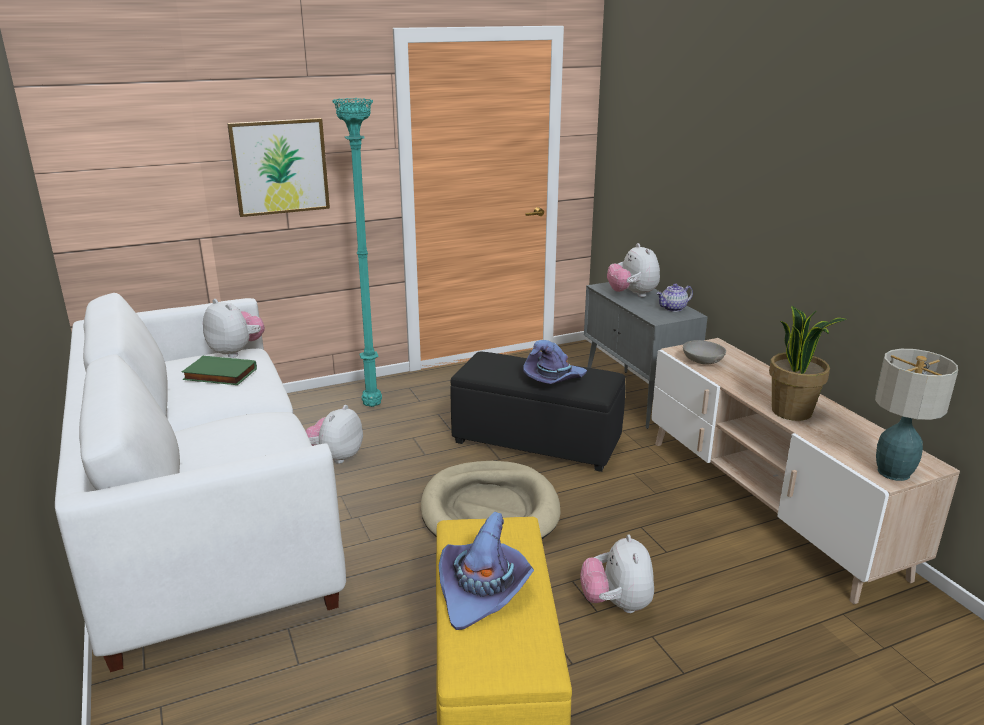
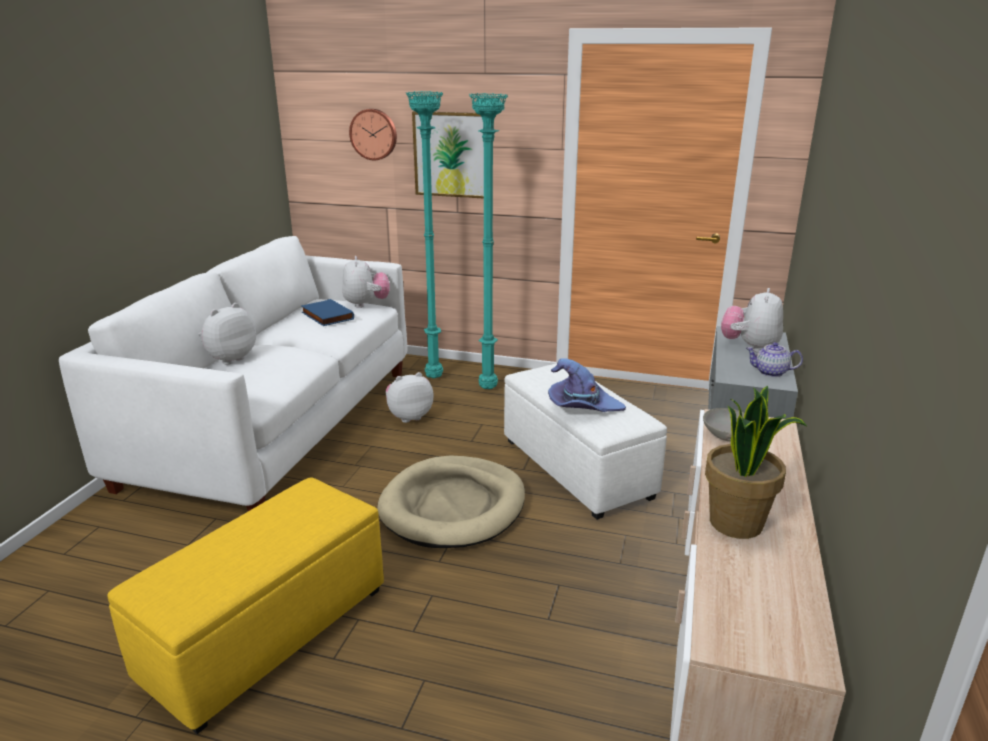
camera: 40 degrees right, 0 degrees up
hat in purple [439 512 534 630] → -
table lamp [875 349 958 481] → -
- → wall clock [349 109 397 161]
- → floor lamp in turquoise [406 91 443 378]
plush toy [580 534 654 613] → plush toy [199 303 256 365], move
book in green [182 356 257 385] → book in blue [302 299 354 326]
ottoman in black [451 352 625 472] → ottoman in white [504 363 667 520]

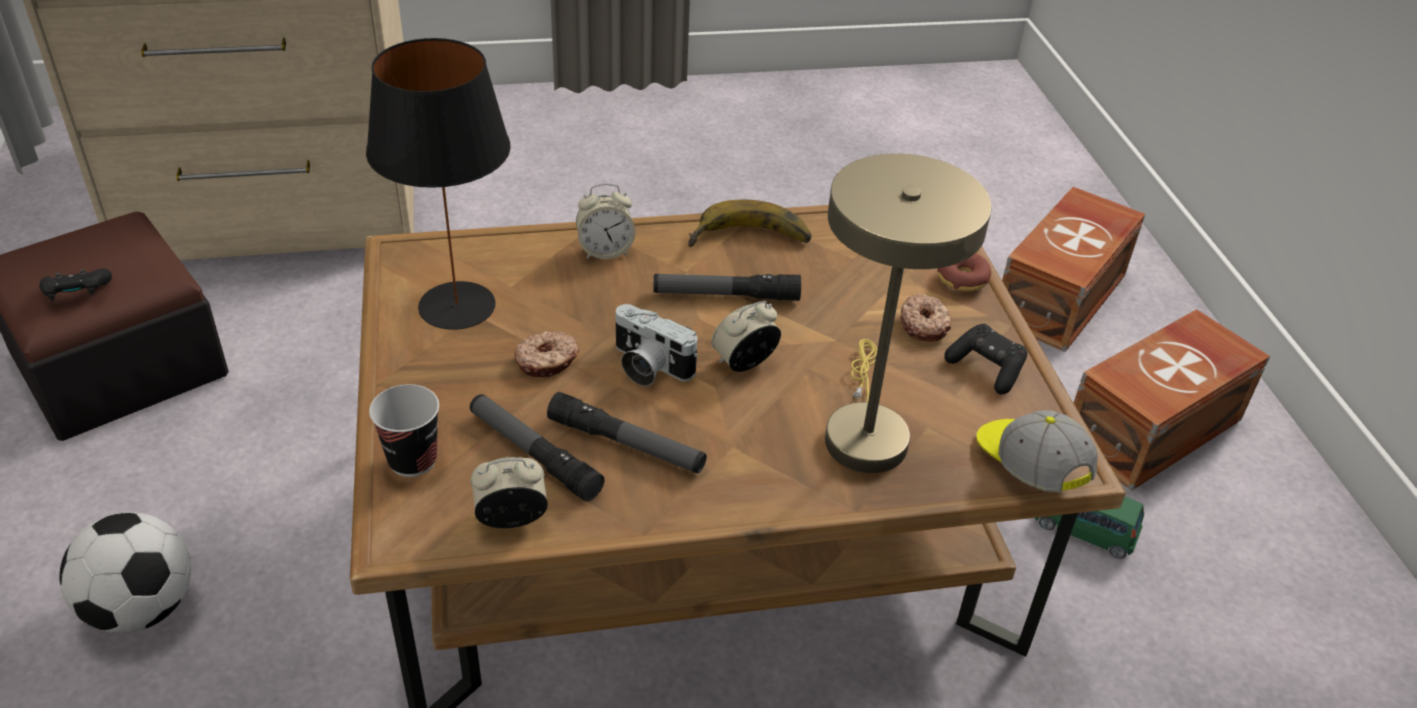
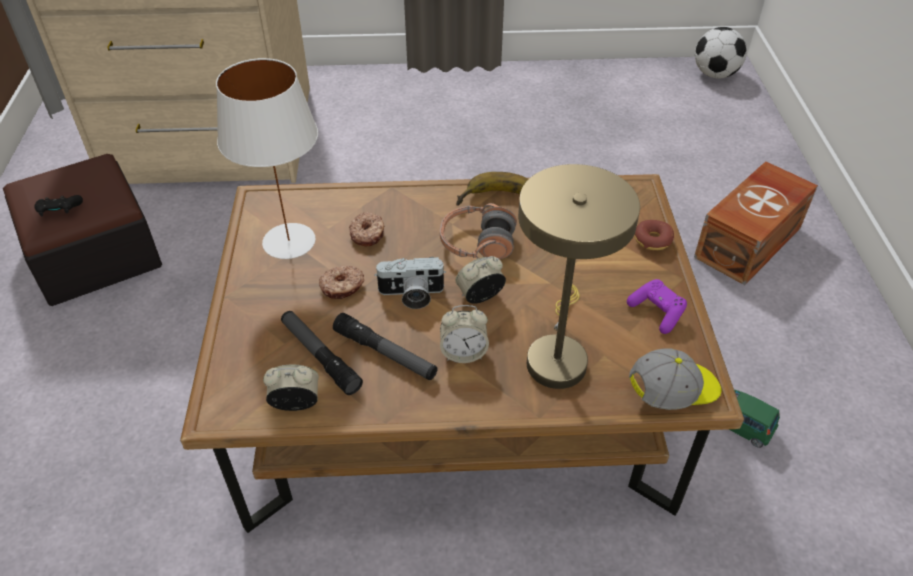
camera: 10 degrees right, 5 degrees up
cup [369 384 439 477] → -
storage box in brown [1074 309 1270 491] → -
football [59 512 191 633] → football [695 27 747 78], move
alarm clock [576 183 636 259] → alarm clock [440 305 489 363], move
donut [900 294 951 342] → donut [349 212 385 246], move
flashlight [653 274 801 301] → headphones [440 203 517 259]
table lamp in black [366 38 511 330] → table lamp in white [216 58 318 259]
game controller in black [944 324 1027 394] → game controller in purple [627 279 687 334]
photo camera [615 304 698 386] → photo camera [374 257 446 309], 45 degrees counterclockwise
cap [976 410 1098 492] → cap [629 348 721 410], 90 degrees clockwise

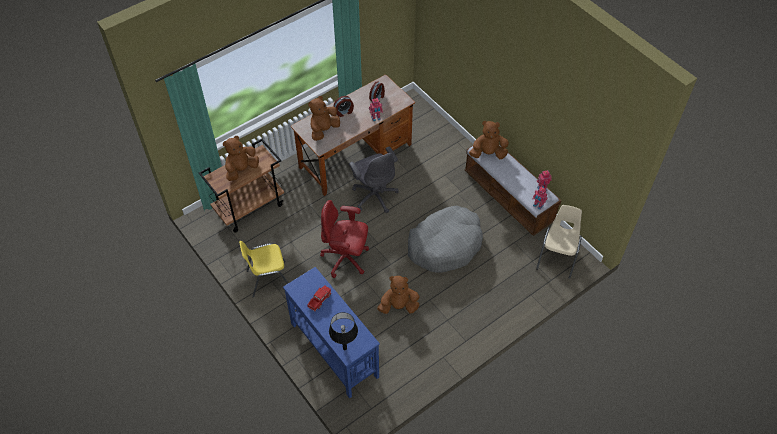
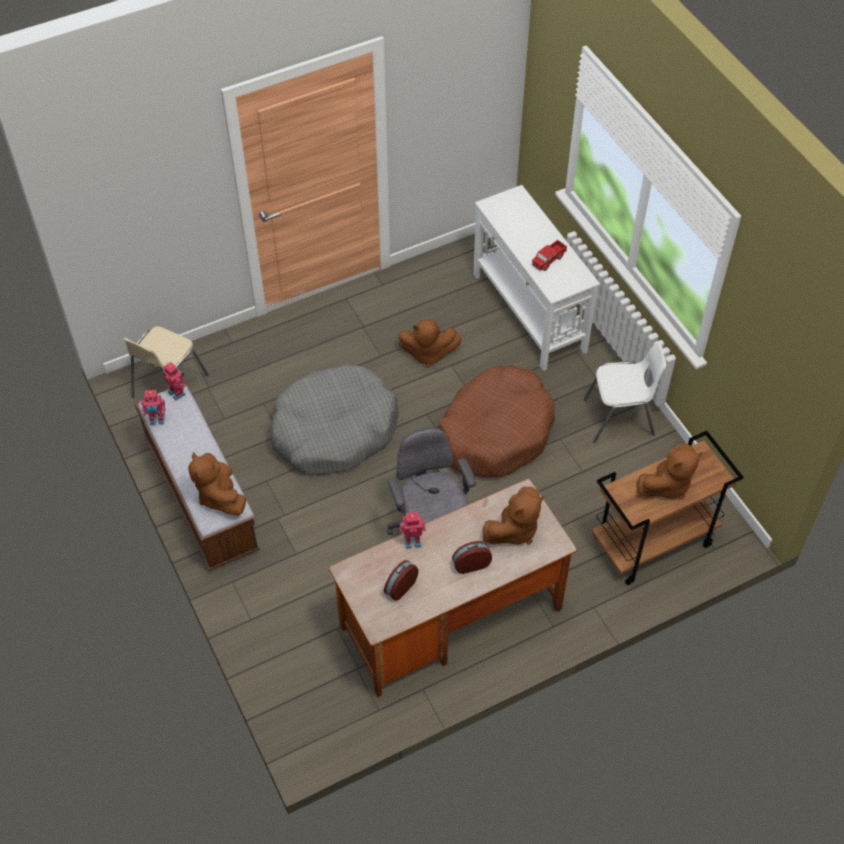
camera: 170 degrees left, 0 degrees up
table lamp in black [329 312 358 350] → -
office chair in red [320 200 369 278] → dog bed in brown [438 365 555 478]
chair in yellow [239 241 288 298] → chair in white [584 342 666 443]
console table in blue [283 267 380 398] → console table in white [473 185 600 371]
plush toy in brown [469 121 509 159] → plush toy in brown [188 452 246 516], 60 degrees clockwise

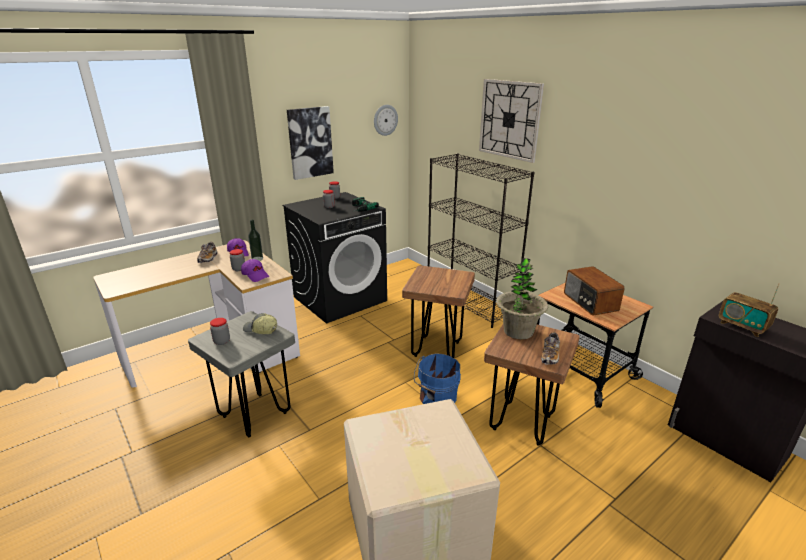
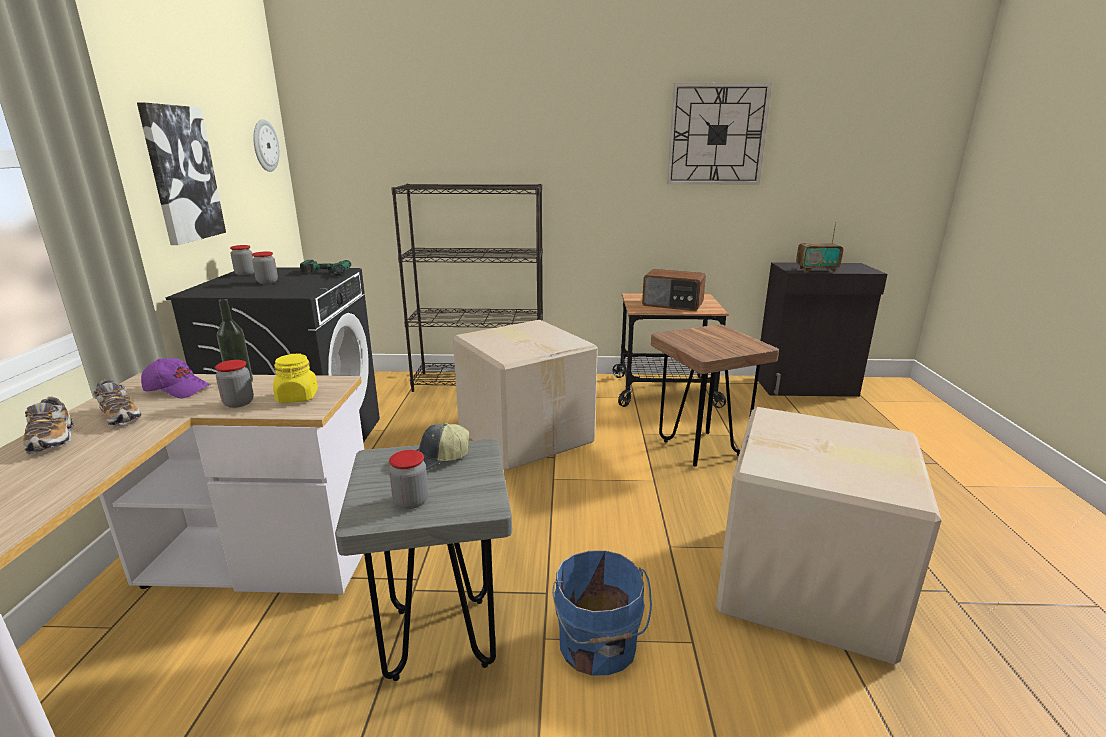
camera: 50 degrees left, 5 degrees down
potted plant [496 258 548 339] → -
bucket in blue [414 353 461 404] → bucket in blue [552 550 652 675], move
wall clock [479 79 544 163] → wall clock [667 83 772 184], move
shoe [541 332 560 365] → shoe [23 396 74 454], move
cap in purple [241 259 269 282] → jar in yellow [273 353 318 403]
stool in brown [402 265 475 358] → cardboard box [453 320 598 470]

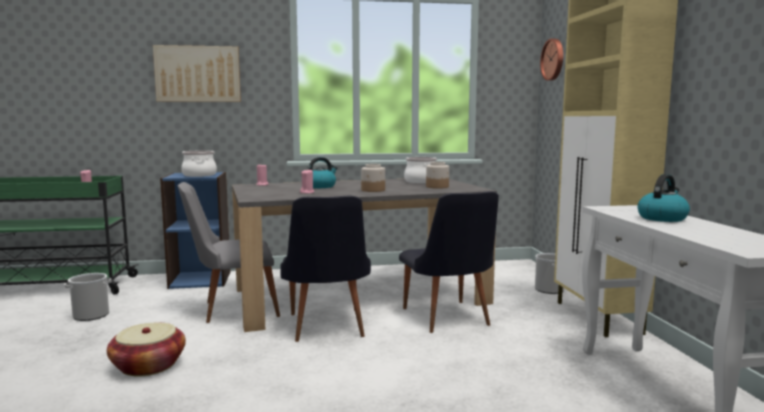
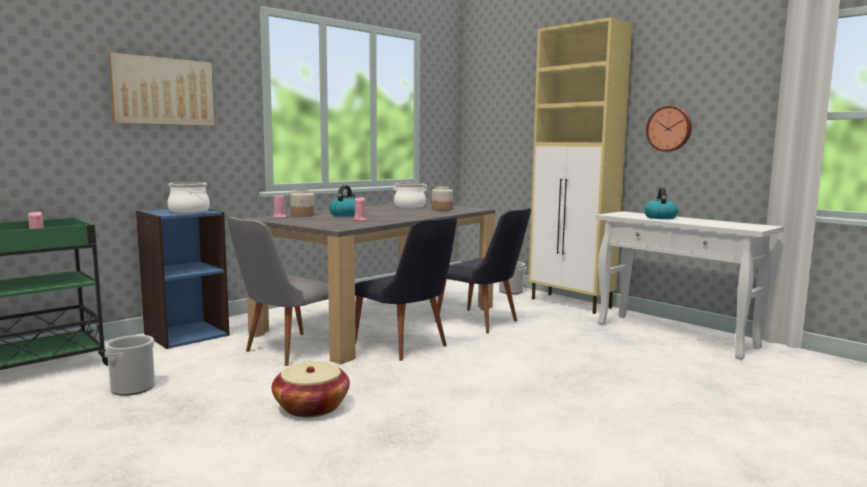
camera: 35 degrees left, 0 degrees up
jar [361 164 385 192] → jar [290 190 315 217], move
wall clock [540 39 563 81] → wall clock [646 106 692 152], move

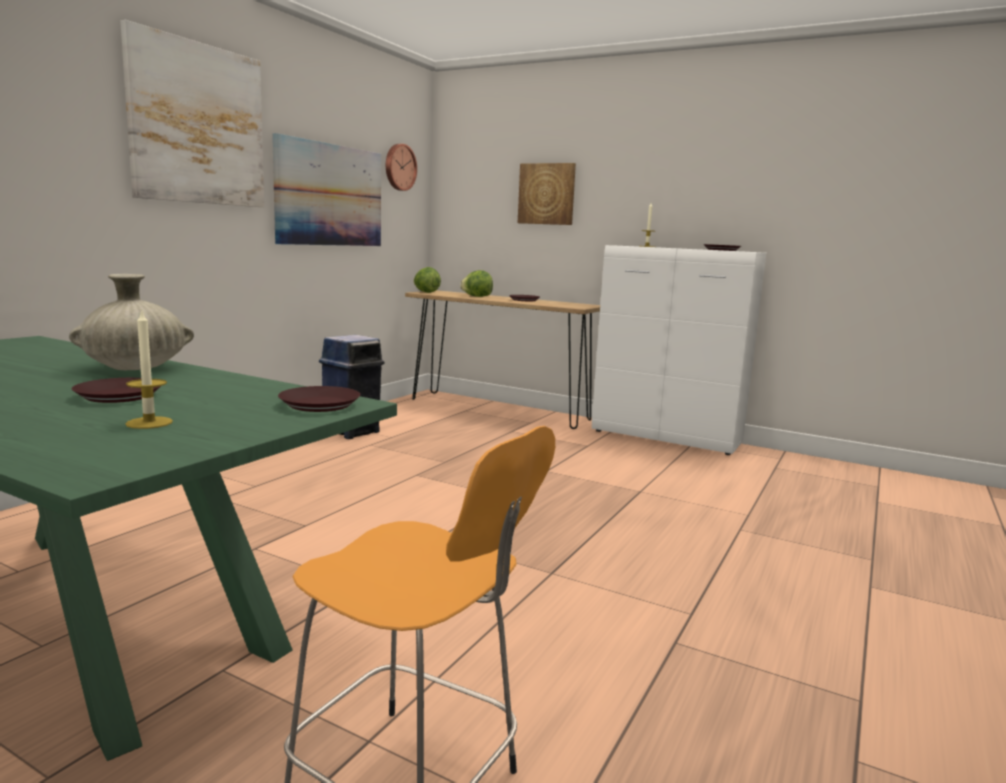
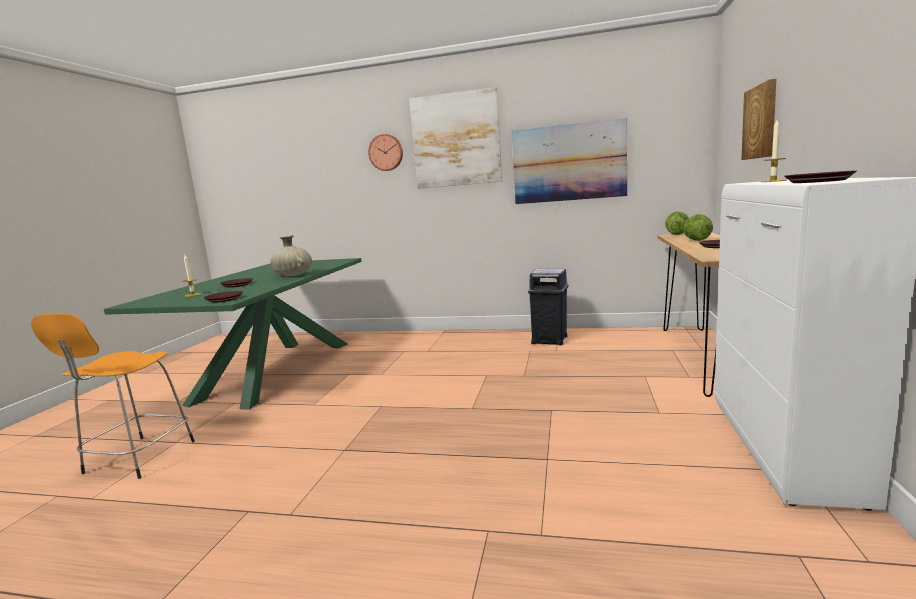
camera: 75 degrees right, 0 degrees up
wall clock [386 144 417 191] → wall clock [368 134 403 171], move

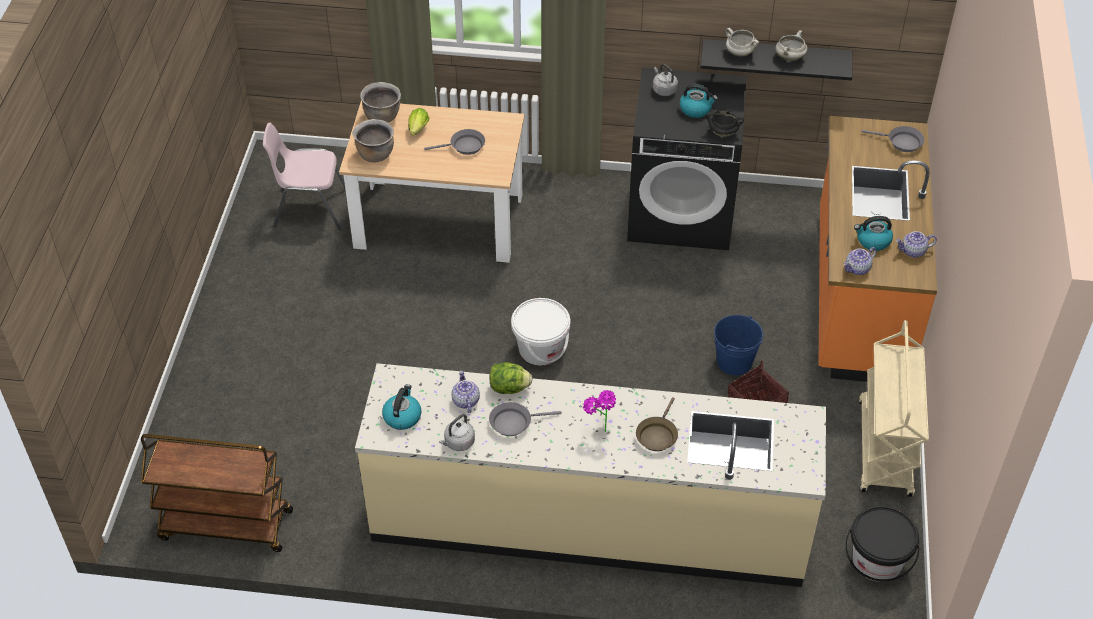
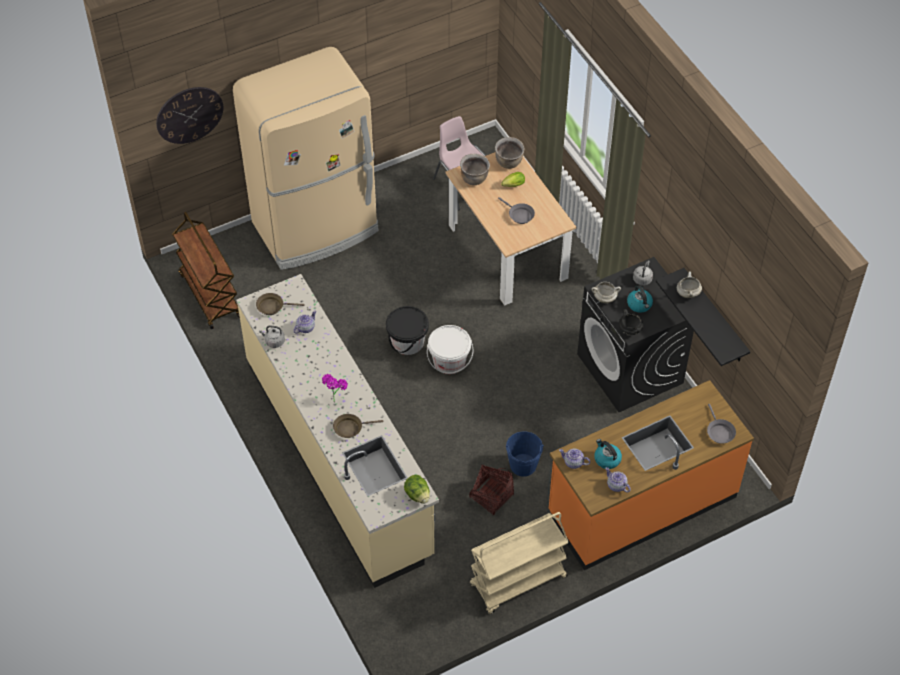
camera: 55 degrees right, 5 degrees up
frying pan in grey [489 402 562 436] → -
- → wall clock [156 87 223 144]
- → fridge in beige [233 47 378 270]
lettuce [489 362 533 394] → lettuce [404 475 430 504], move
cooking pot in white [776 30 807 61] → cooking pot in white [592 282 621 303], move
bucket in black [846 506 920 582] → bucket in black [386 306 429 355], move
kettle [382 384 421 430] → frying pan in brown [256 293 305 315]

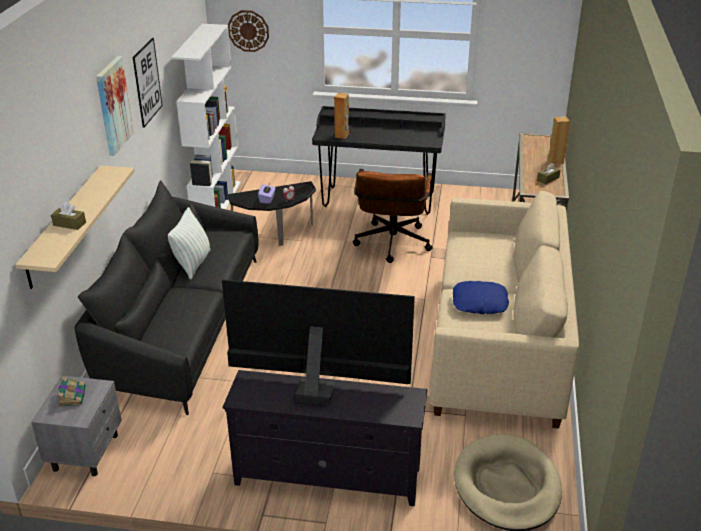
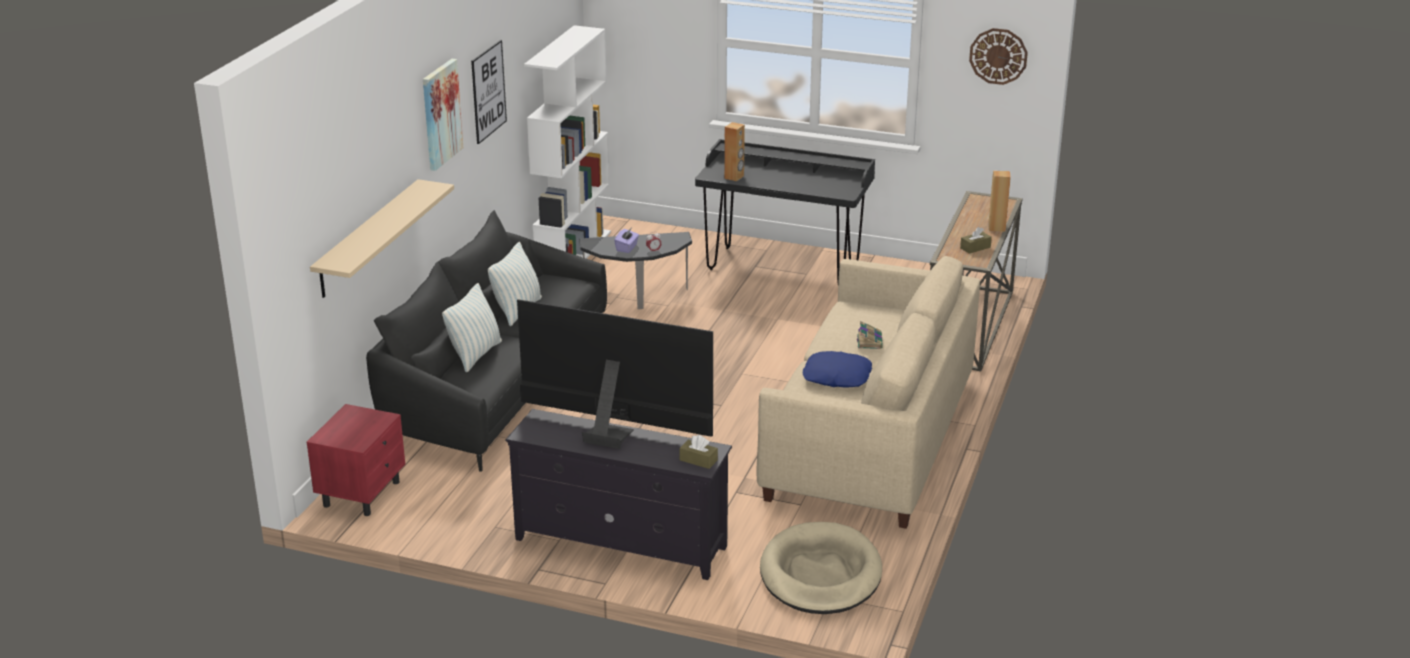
camera: 10 degrees right, 5 degrees down
office chair in brown [353 169 433 263] → -
- → pillow [442 283 502 373]
tissue box in brown [51 202 86 230] → tissue box in brown [680 435 718 469], move
book [58 377 86 407] → book [857 321 883 349], move
wall clock [228 10 269 52] → wall clock [969 28 1028 85], move
nightstand in grey [31 376 122 476] → nightstand in red [307 404 405 516]

